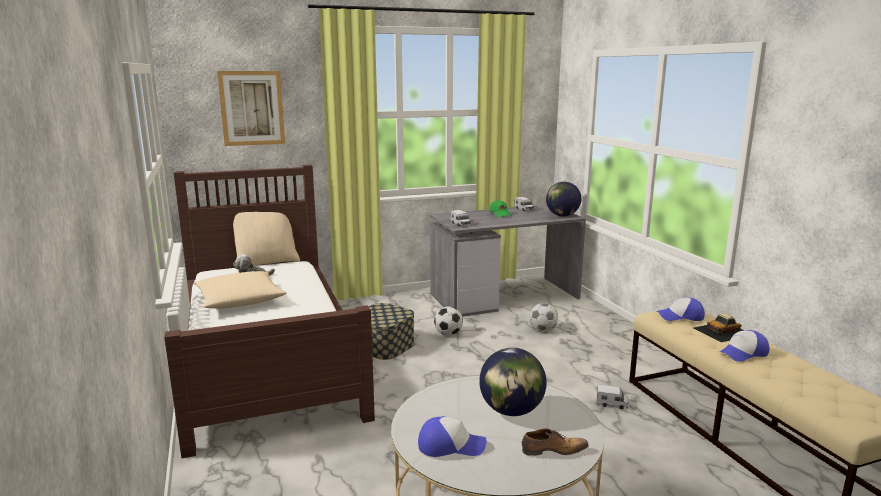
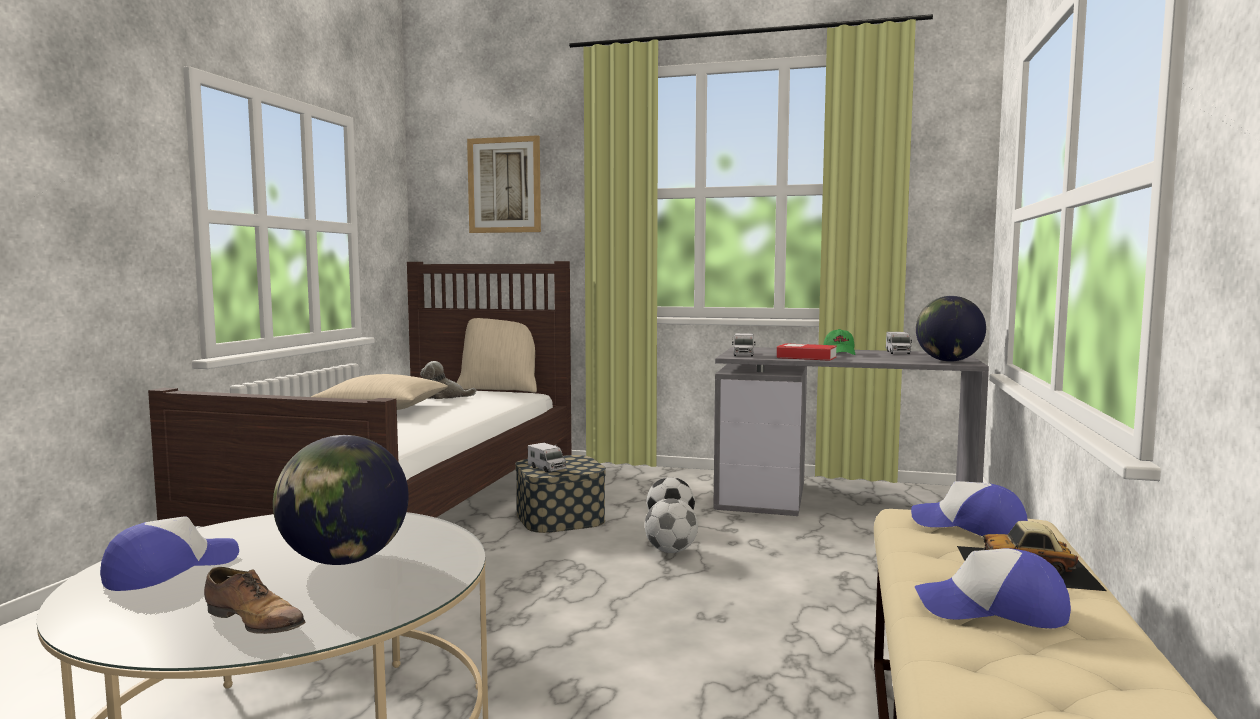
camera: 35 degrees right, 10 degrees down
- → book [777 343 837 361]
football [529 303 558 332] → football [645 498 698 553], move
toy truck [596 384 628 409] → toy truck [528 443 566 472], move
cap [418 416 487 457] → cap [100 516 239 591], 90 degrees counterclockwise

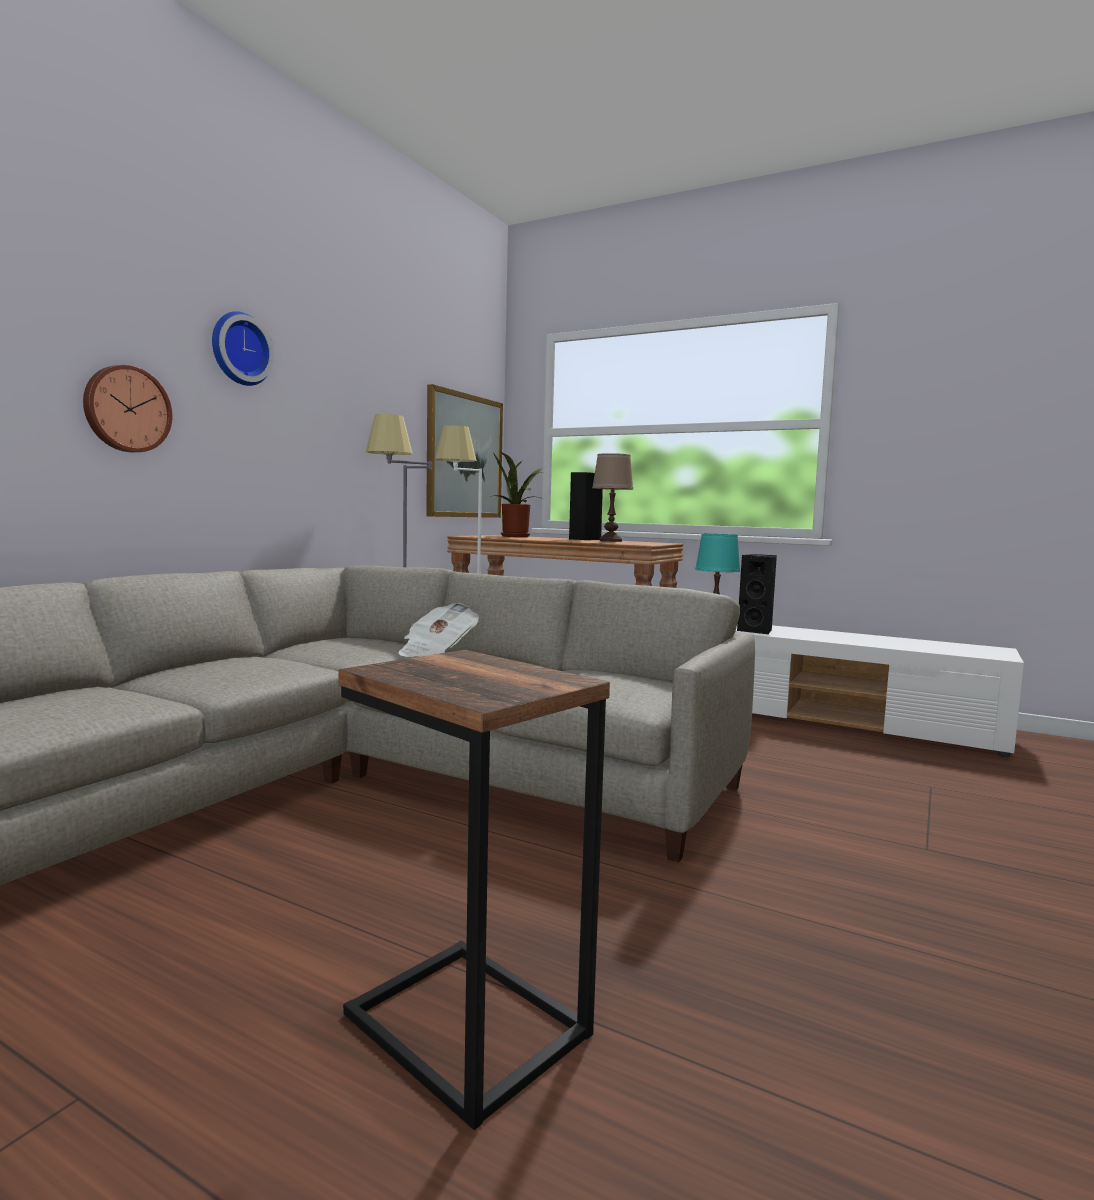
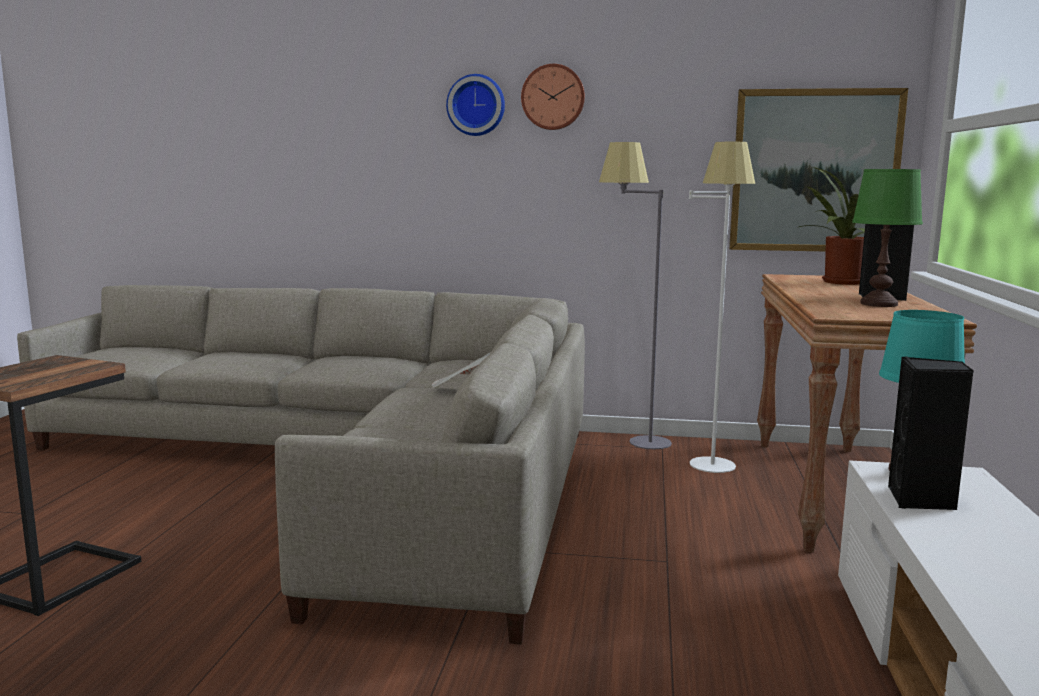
camera: 70 degrees right, 5 degrees up
wall clock [83 365 172 452] → wall clock [521 64 585 130], move
table lamp in brown [592 453 633 542] → table lamp in green [852 169 923 307]

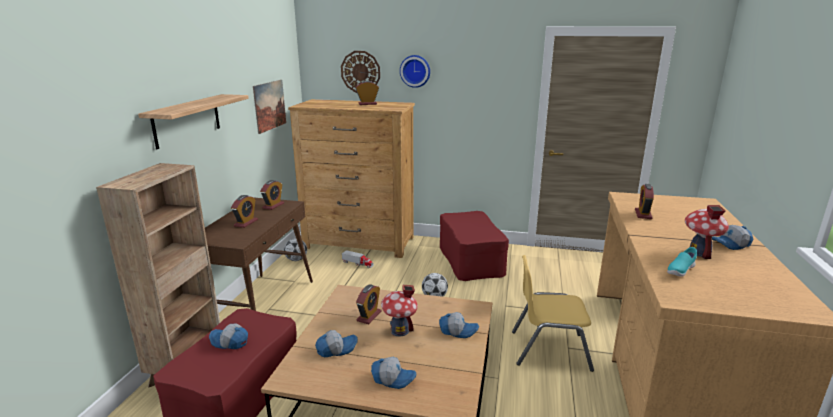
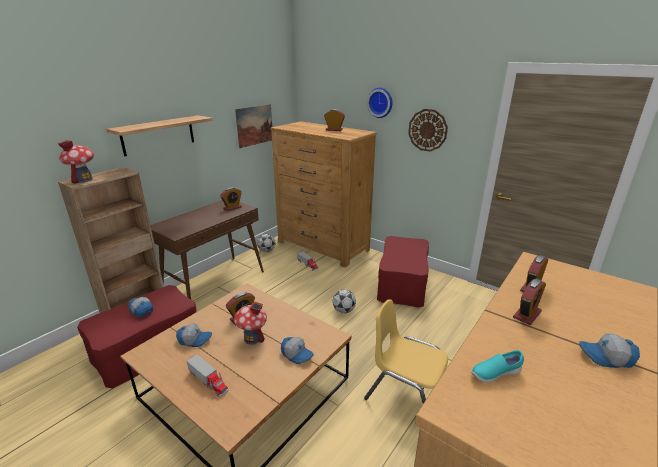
camera: 25 degrees right, 5 degrees up
alarm clock [231 195 258 228] → alarm clock [513 279 546 325], move
wall clock [341 51 380 93] → wall clock [408 109 448 152], move
toy house [685 205 729 259] → toy house [58 140 94 184], move
cap [371 357 416 389] → toy truck [187 355 229 397]

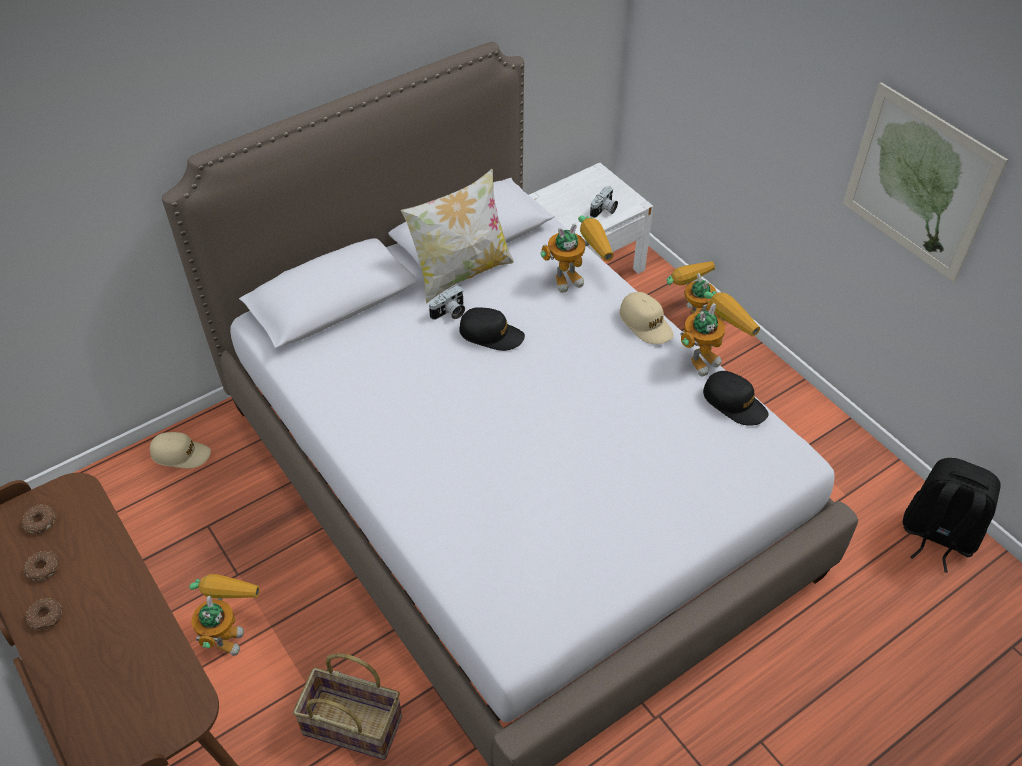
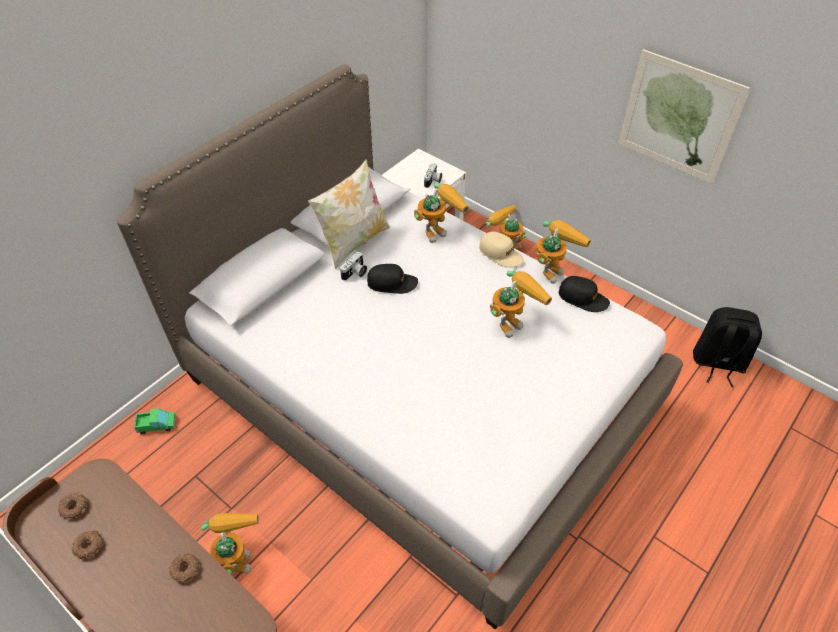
camera: 15 degrees left, 0 degrees up
basket [293 653 402 760] → -
- → toy robot [490 270 552 338]
donut [25 598 63 631] → donut [169 553 199 583], move
cap in beige [150 432 211 469] → toy truck [134 408 176 434]

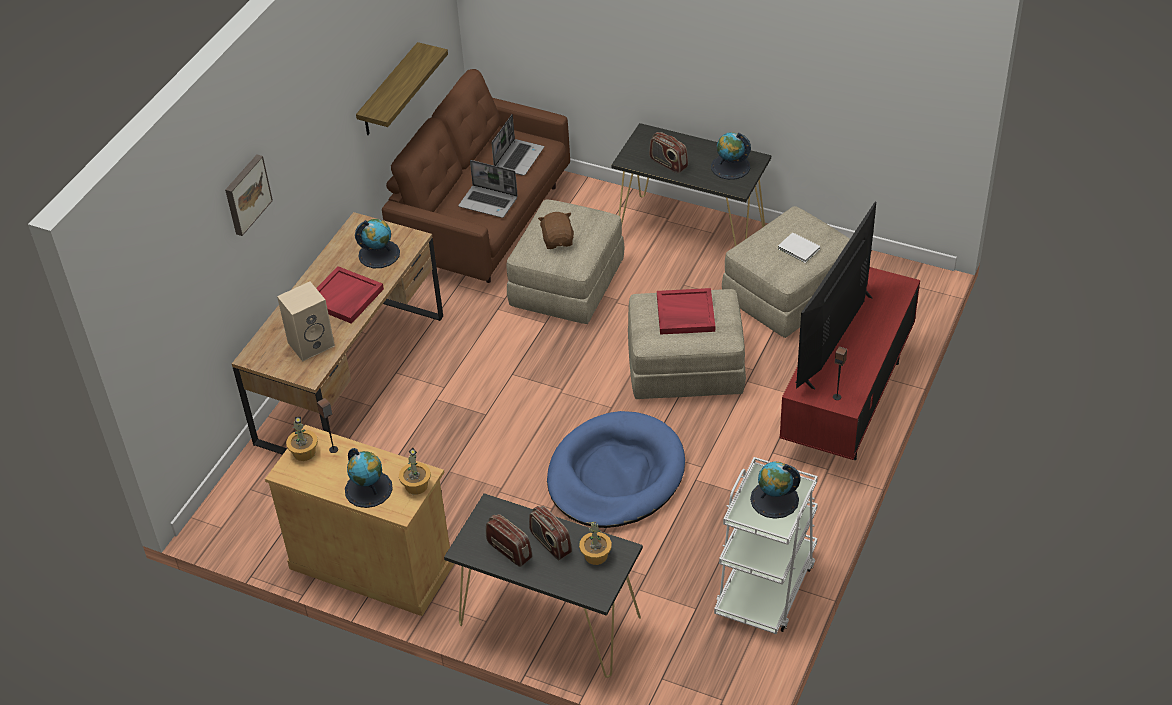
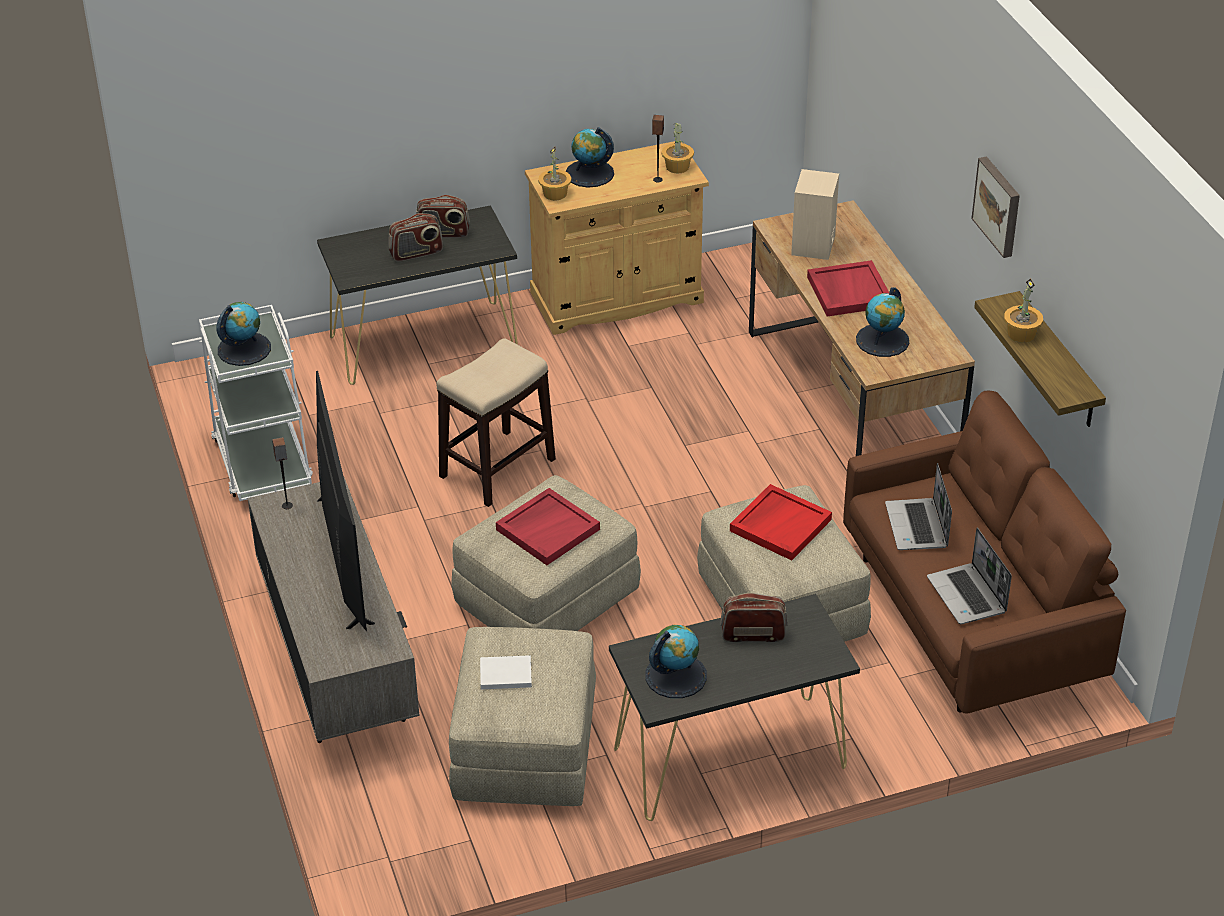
camera: 135 degrees right, 5 degrees down
picture [225 155 273 236] → picture [971 156 1020 258], move
potted plant [579 522 612 565] → potted plant [1004 279 1043 343], move
plush toy in brown [538 212 574 249] → tray in red [730 484 832 561]
dog bed in blue [547 411 685 528] → stool [436 338 556 507]
tv stand in red [780 267 920 460] → tv stand in grey [247 478 420 743]
laptop [458 160 518 218] → laptop [885 463 952 550], 75 degrees counterclockwise
radio [529 506 572 560] → radio [388 213 443 262], 150 degrees clockwise

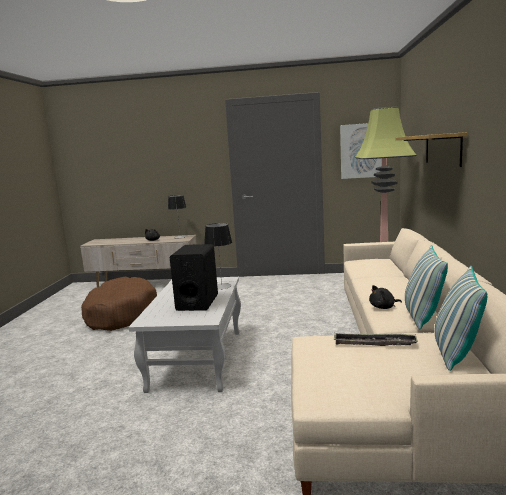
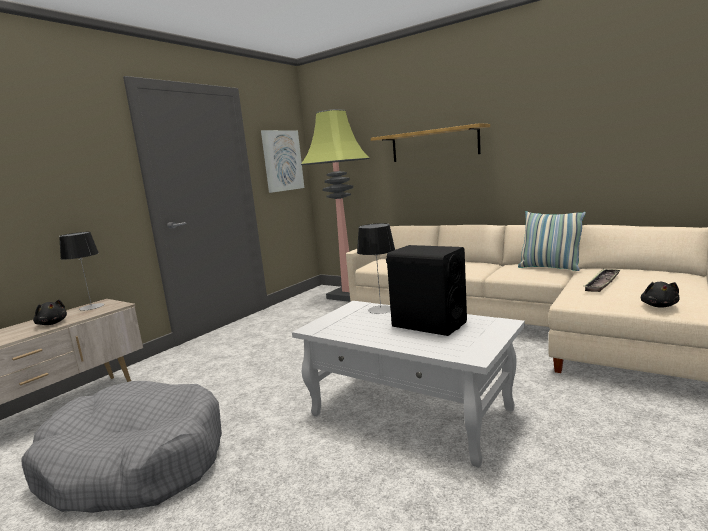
camera: 60 degrees left, 0 degrees up
pillow [435 266 487 371] → -
plush toy in black [369 285 402 309] → plush toy in black [641 281 679 308], move
dog bed in brown [81 277 157 331] → dog bed in grey [21 381 222 513]

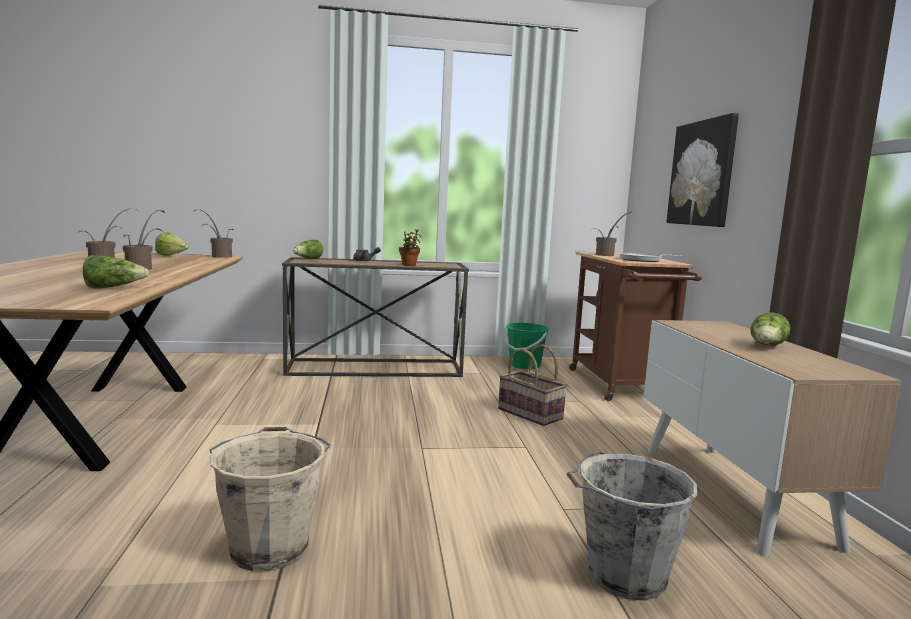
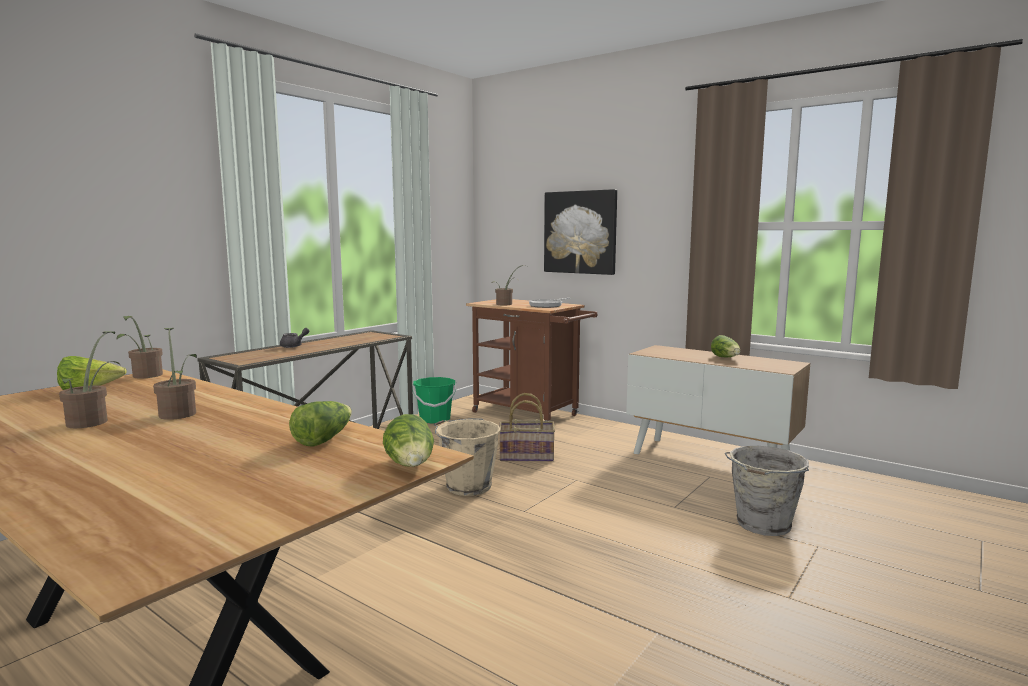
camera: 45 degrees left, 0 degrees up
potted plant [399 229 421 266] → -
bucket in beige [209 427 331 572] → bucket in beige [434 418 501 496], move
lettuce [293 240 323 259] → lettuce [383 414 434 467], move

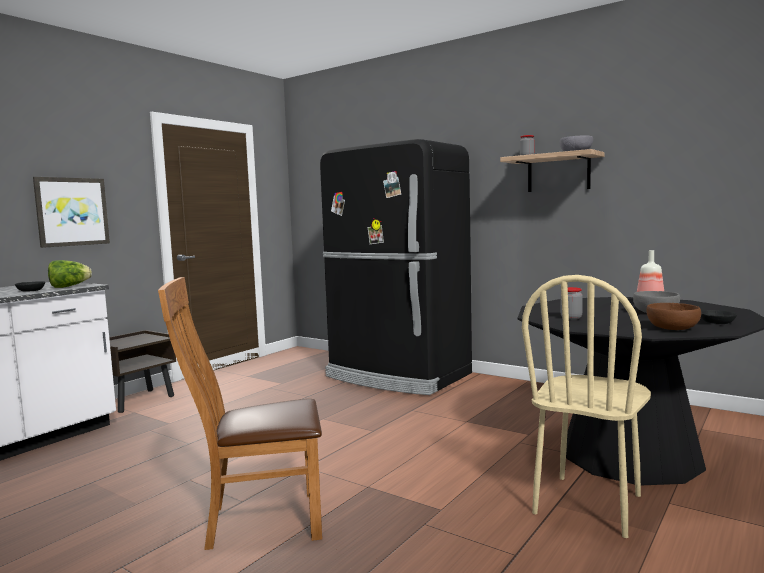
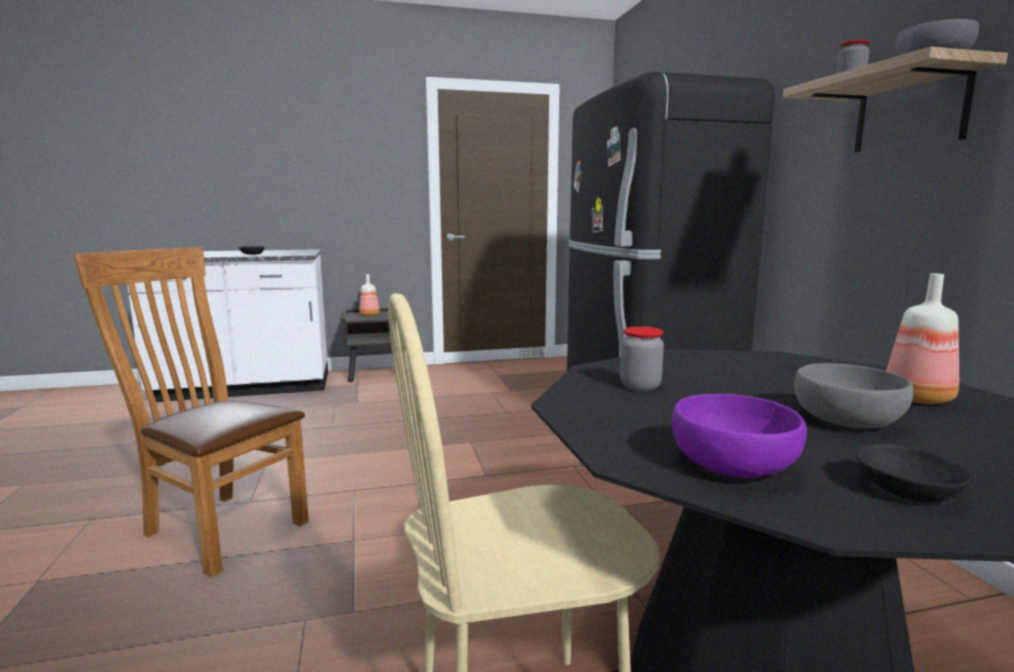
camera: 40 degrees right, 5 degrees up
picture [33 177 110 248] → -
lettuce [48 260 92 288] → -
- → bottle [359 274 380 316]
bowl in brown [646 303 701 330] → bowl in purple [672 394 807 478]

